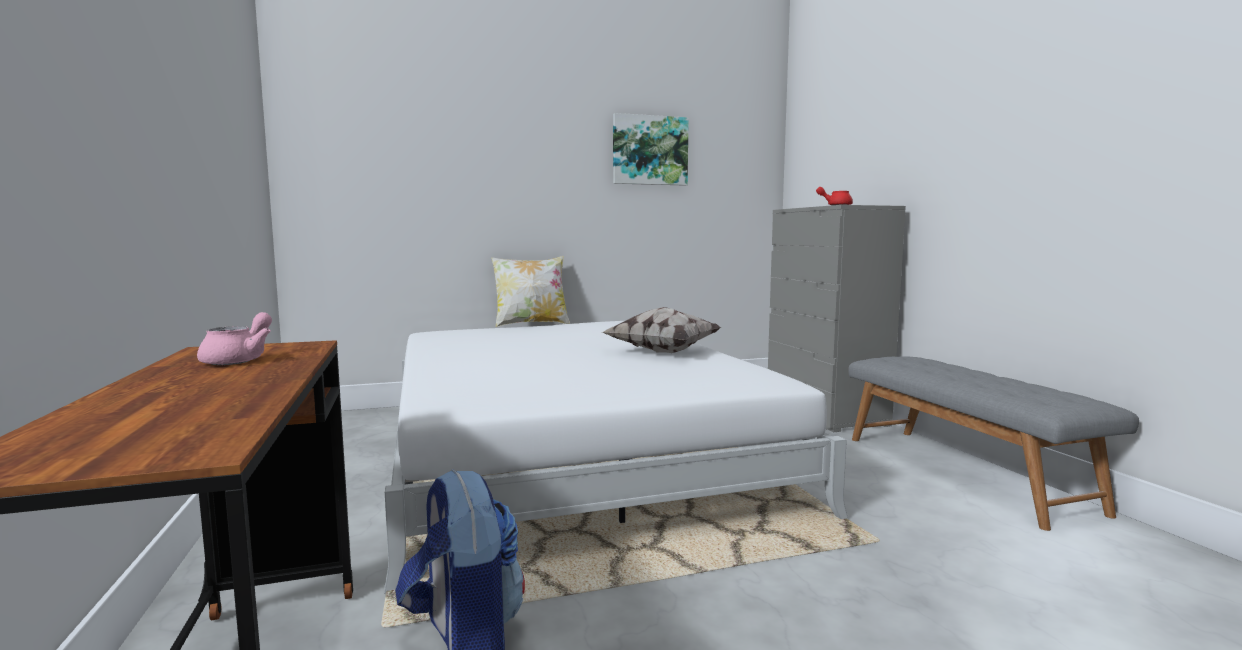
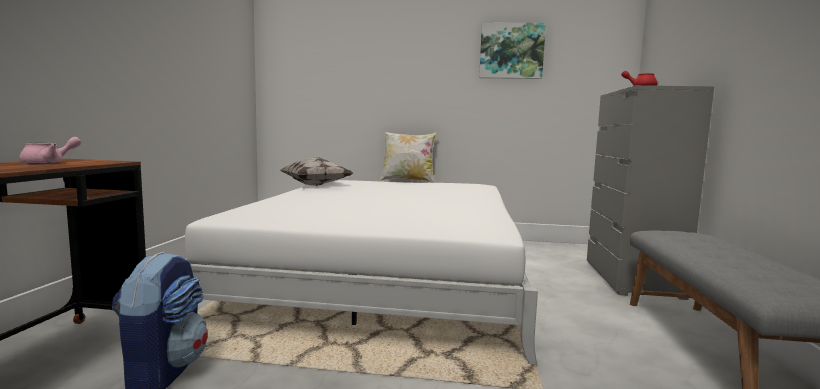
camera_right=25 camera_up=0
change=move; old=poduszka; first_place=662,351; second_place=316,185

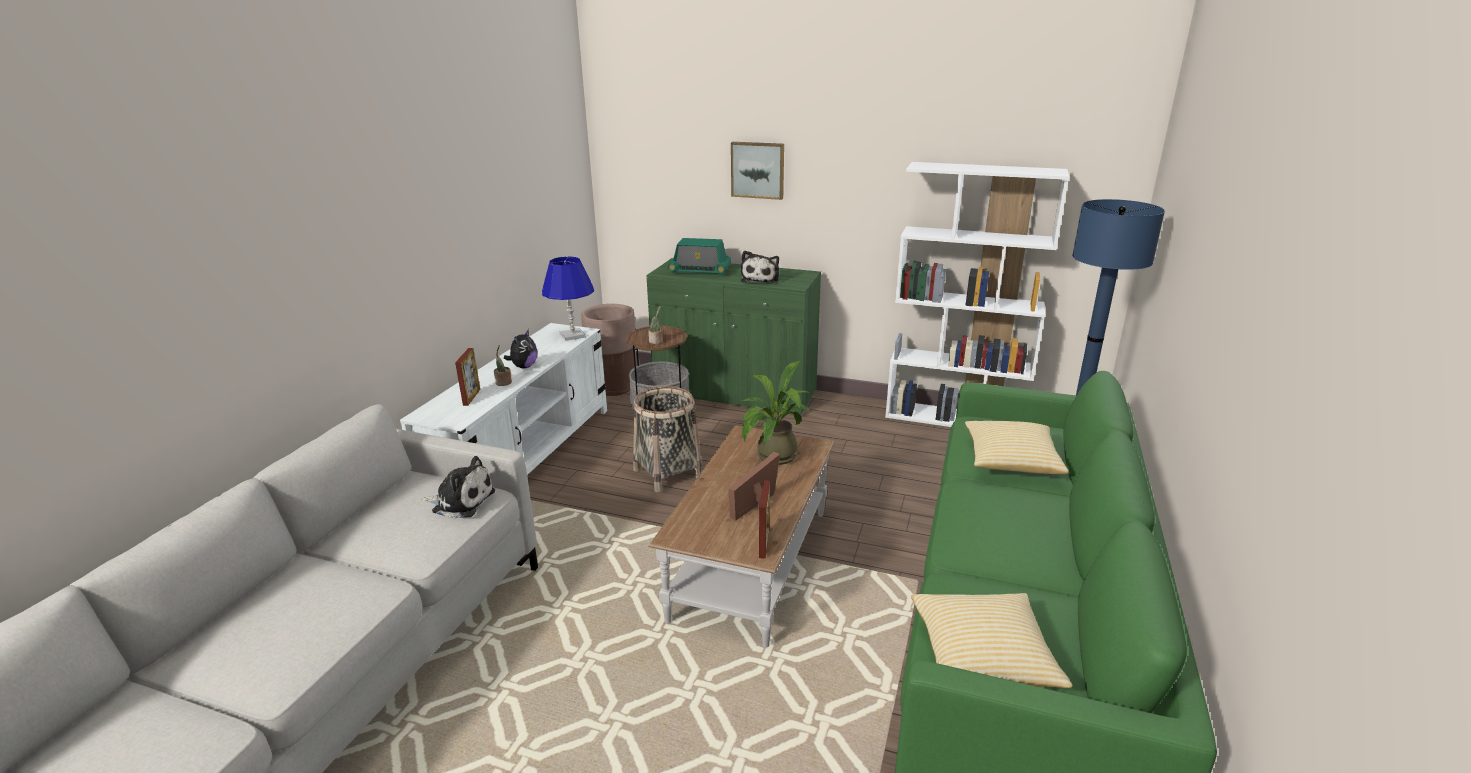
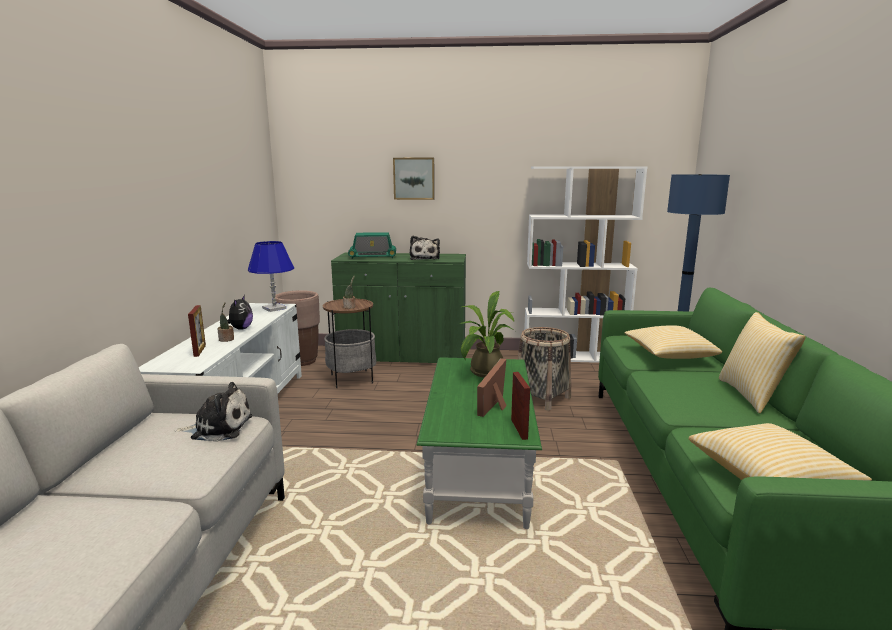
camera_right=-15 camera_up=-10
change=move; old=koszyk; first_place=668,473; second_place=542,398
change=recolor; old=ława/brązowy; new=ława/zielony; first_place=751,564; second_place=478,467
change=insert; new=poduszka; second_place=752,395

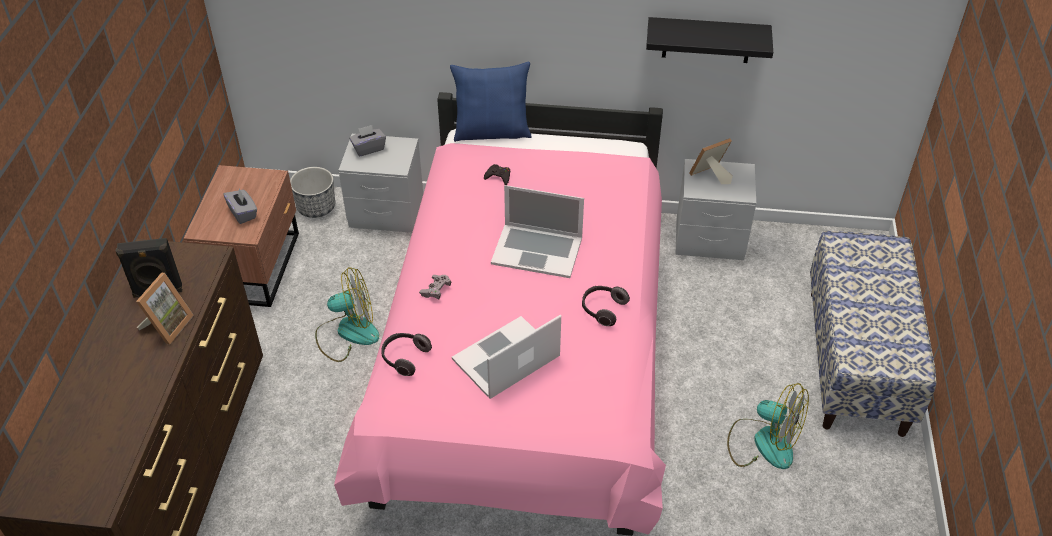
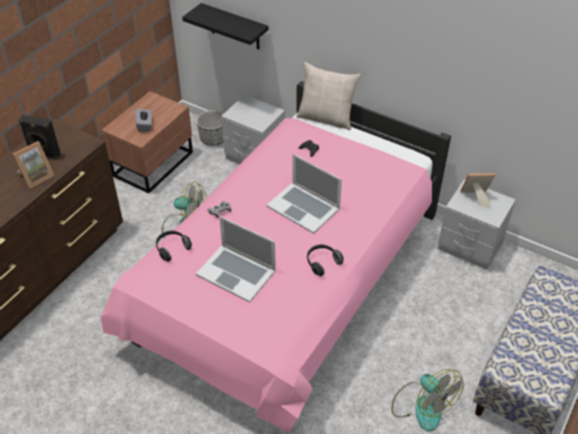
camera_right=25 camera_up=0
change=delete; old=pudełko chusteczek/szary; first_place=368,148
change=recolor; old=poduszka/niebieski; new=poduszka/beżowy; first_place=492,131; second_place=326,118
change=rotate; old=laptop; first_place=506,358; second_place=236,272; degrees=-135
change=move; old=półka/czarny; first_place=707,40; second_place=234,27

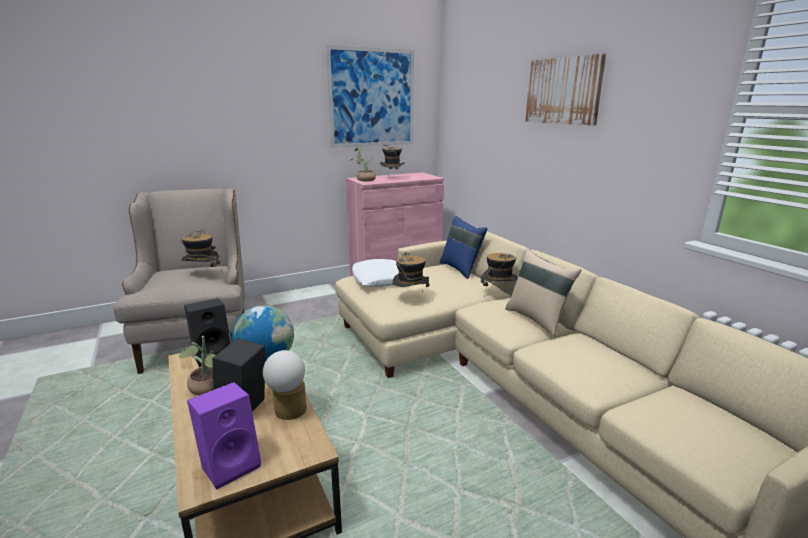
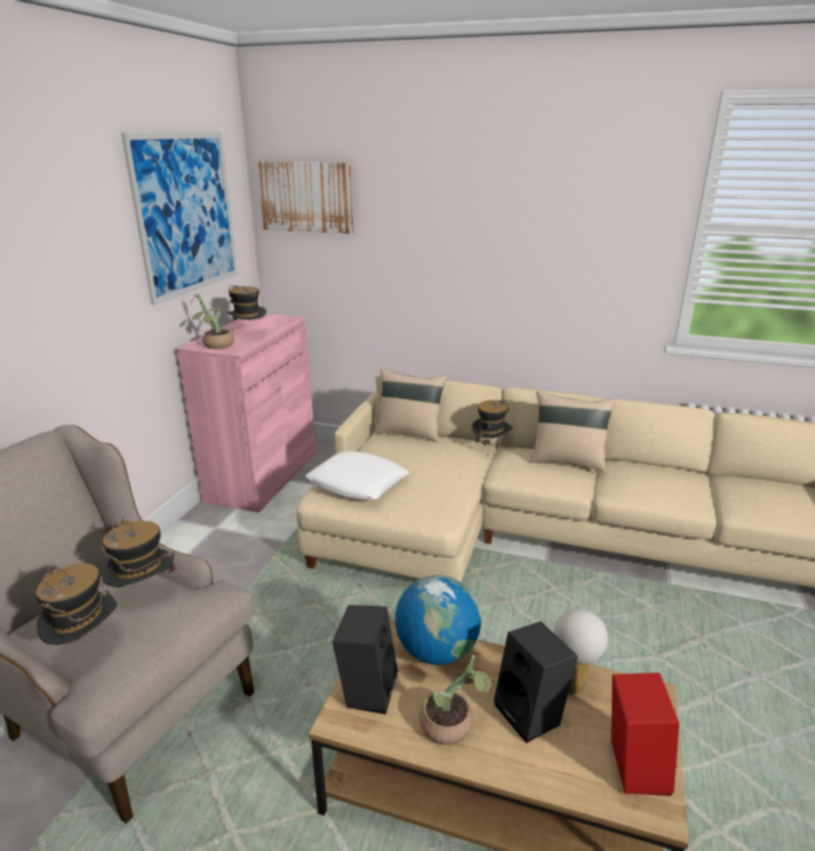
camera_right=-45 camera_up=5
change=recolor; old=głośnik/fioletowy; new=głośnik/czerwony; first_place=231,464; second_place=632,766
change=move; old=kapelusz; first_place=410,298; second_place=86,645
change=recolor; old=poduszka/niebieski; new=poduszka/beżowy; first_place=461,269; second_place=409,433
change=move; old=obraz; first_place=563,91; second_place=306,197

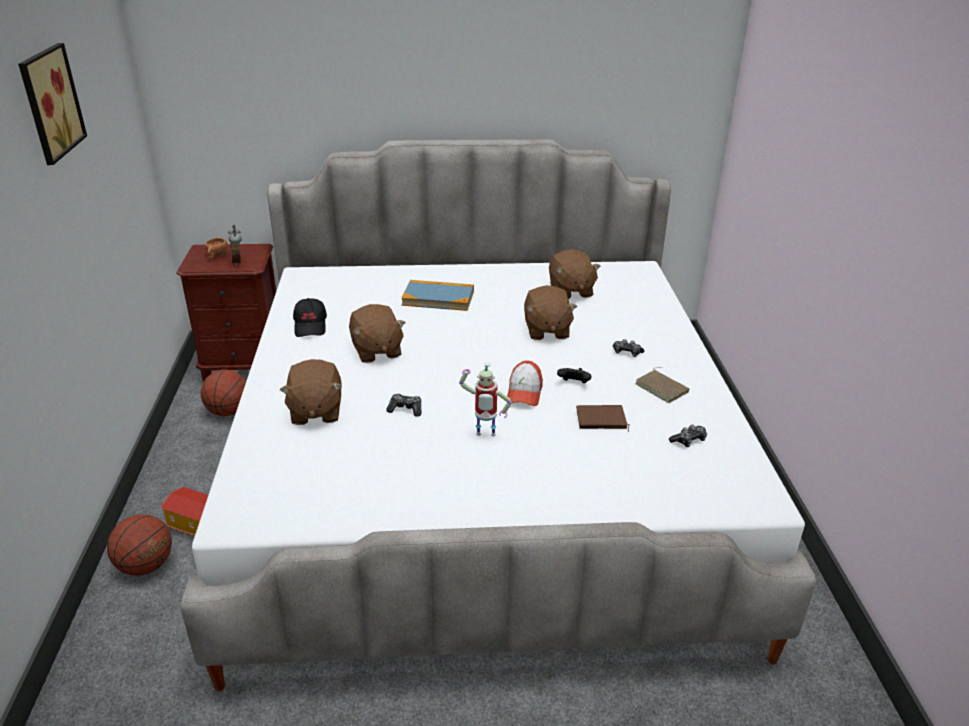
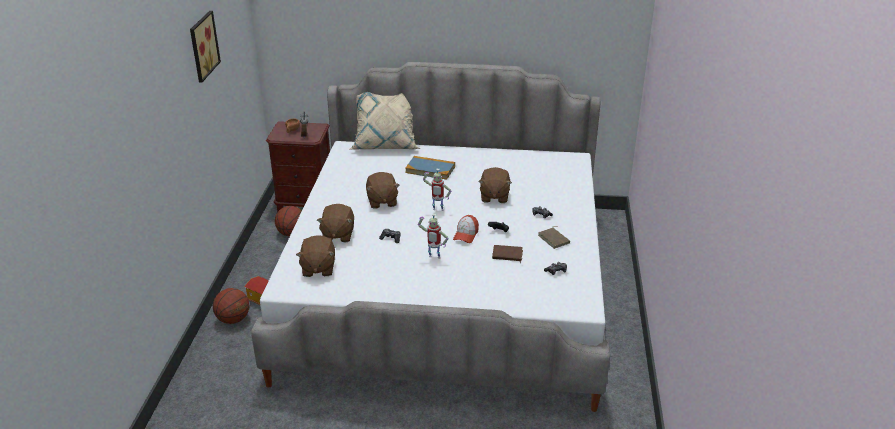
camera_right=10 camera_up=0
change=delete; old=czapka z daszkiem/czarny; first_place=311,326
change=move; old=pluszak/brązowy; first_place=570,291; second_place=318,268
change=insert; new=poduszka/beżowy; second_place=386,144
change=insert; new=robot zabawkowy; second_place=437,210

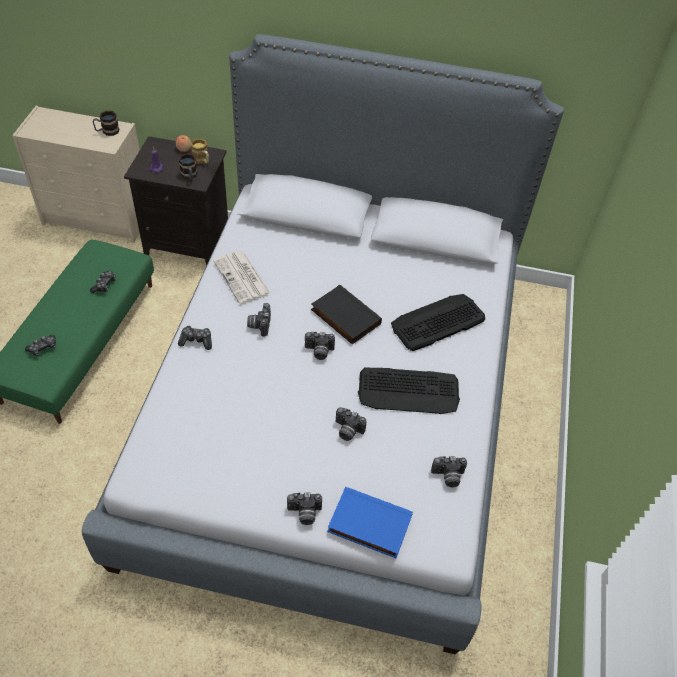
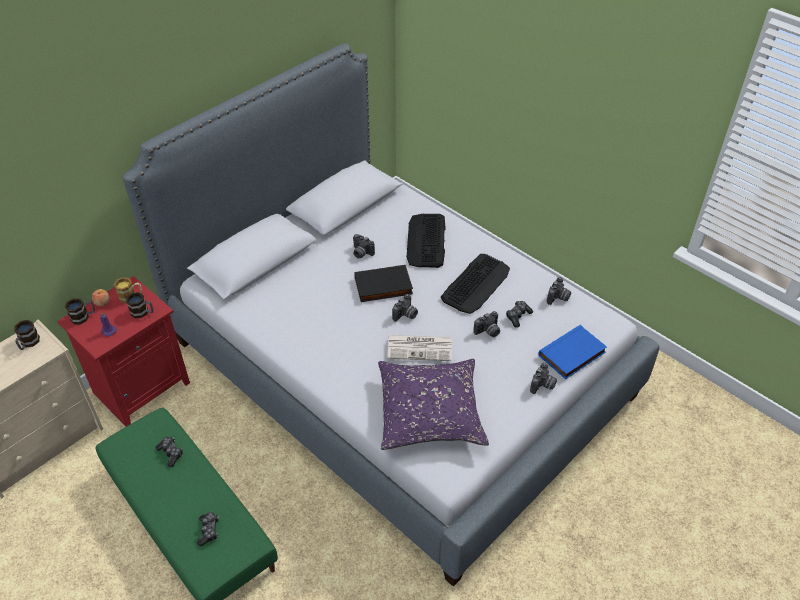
camera_right=-55 camera_up=-5
change=recolor; old=szafka nocna/czarny; new=szafka nocna/czerwony; first_place=189,242; second_place=142,386
change=move; old=pad do gier; first_place=196,341; second_place=518,316
change=move; old=gazeta; first_place=242,278; second_place=420,348
change=move; old=aparat fotograficzny; first_place=259,325; second_place=361,253
change=insert; new=kubek; second_place=83,317
change=insert; new=poduszka/fioletowy; second_place=430,412

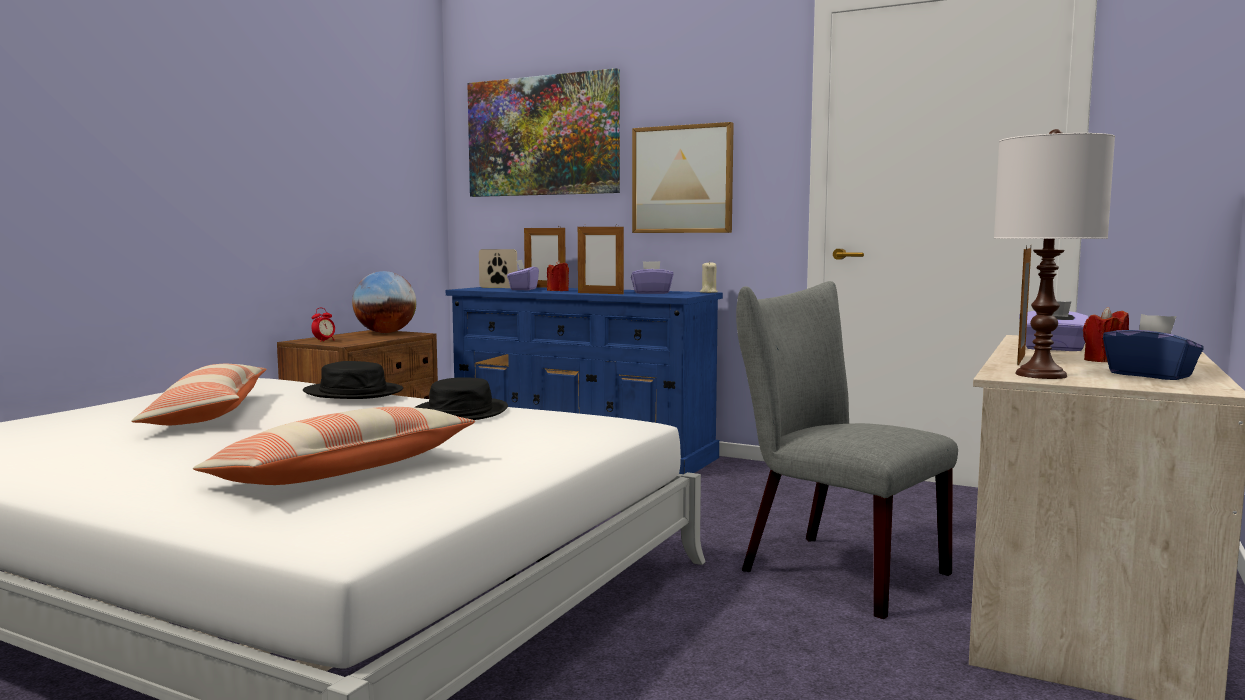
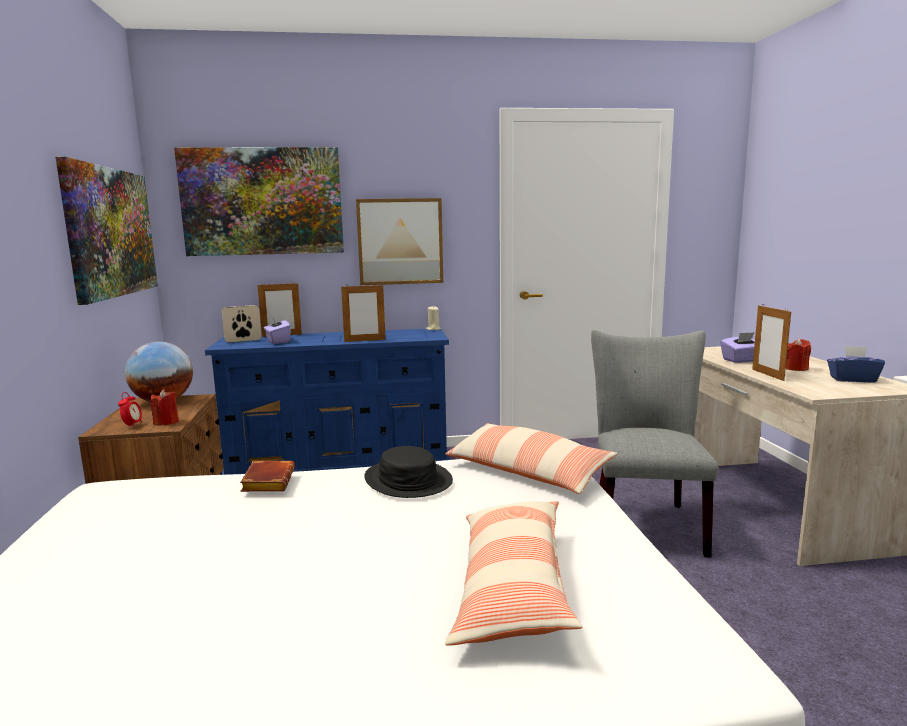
camera_right=-35 camera_up=5
change=move; old=poduszka; first_place=208,414; second_place=527,472
change=replace; old=kapelusz/czarny; new=książka/brązowy; first_place=353,392; second_place=267,481
change=move; old=świeca/czerwony; first_place=558,291; second_place=166,422
change=delete; old=pudełko chusteczek/fioletowy; first_place=651,293
change=rotate; old=krzesło/szary; first_place=831,569; second_place=644,522; degrees=90
change=delete; old=lampa stołowa/biały; first_place=1040,375
change=insert; new=obraz; second_place=111,232

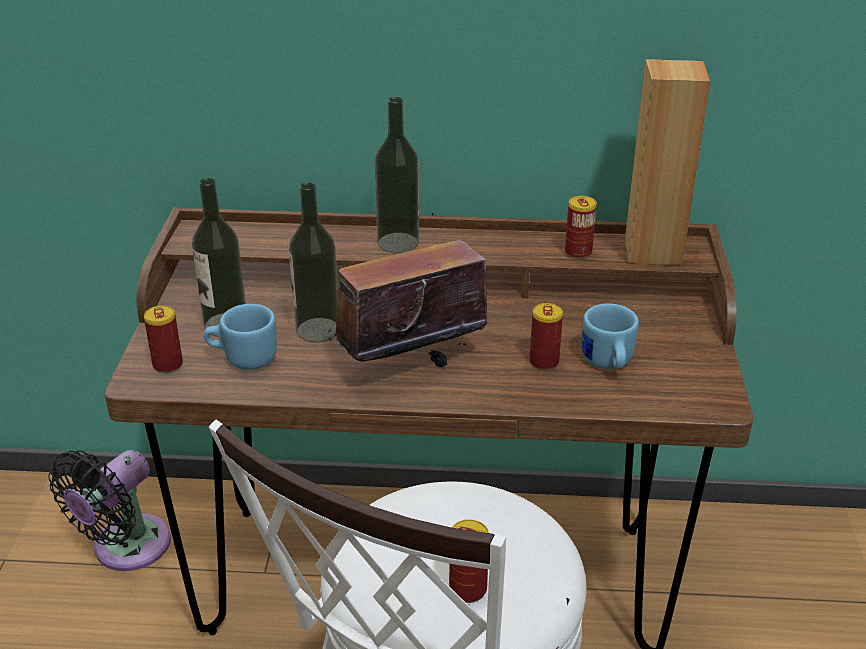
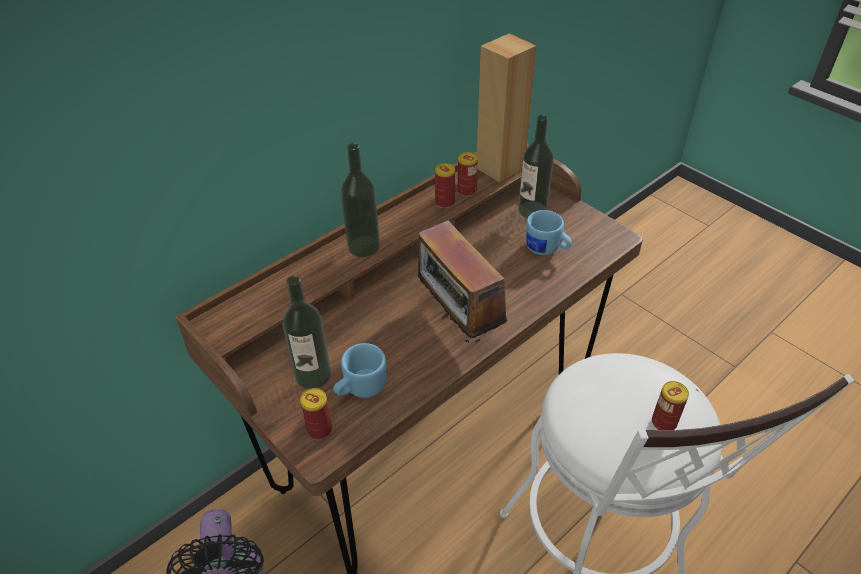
camera_right=-45 camera_up=10
change=move; old=butelka; first_place=318,330; second_place=532,210
change=rotate; old=radio; first_place=409,365; second_place=458,321; degrees=-45
change=move; old=puszka; first_place=544,362; second_place=445,202

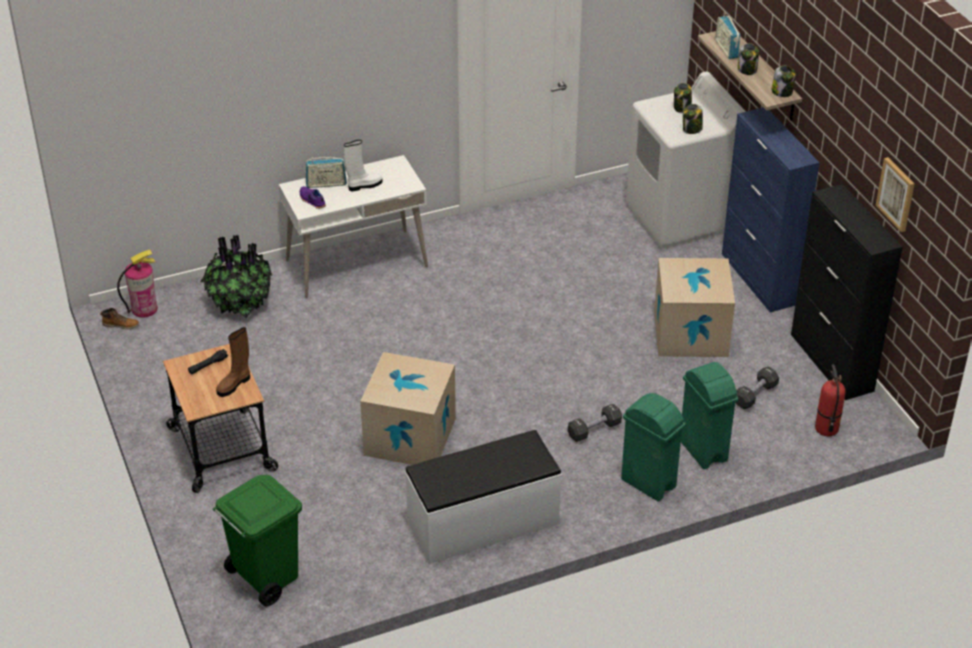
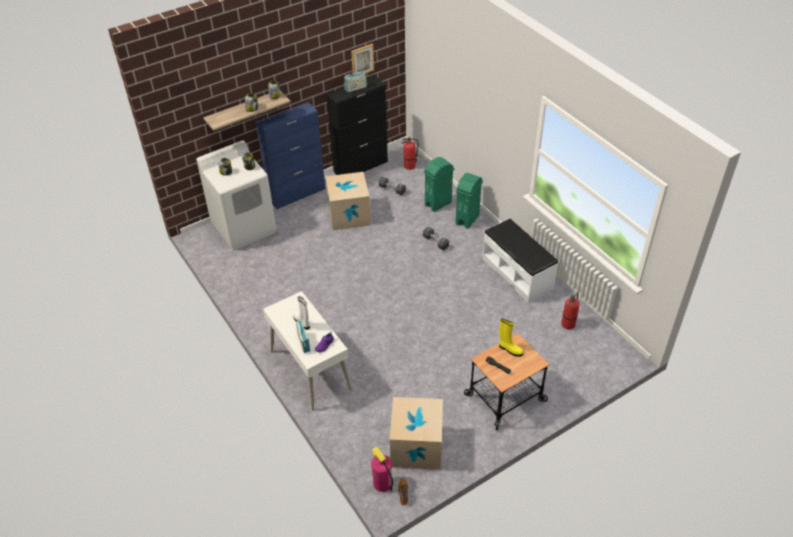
camera_right=-100 camera_up=5
change=delete; old=roślina doniczkowa; first_place=239,303
change=delete; old=kosz na śmieci/zielony; first_place=265,578
change=recolor; old=but z cholewką/brązowy; new=but z cholewką/żółty; first_place=234,384; second_place=510,349
change=move; old=karton; first_place=410,437; second_place=416,446
change=move; old=radio; first_place=726,49; second_place=356,88
change=insert; new=gaśnica; second_place=568,324

